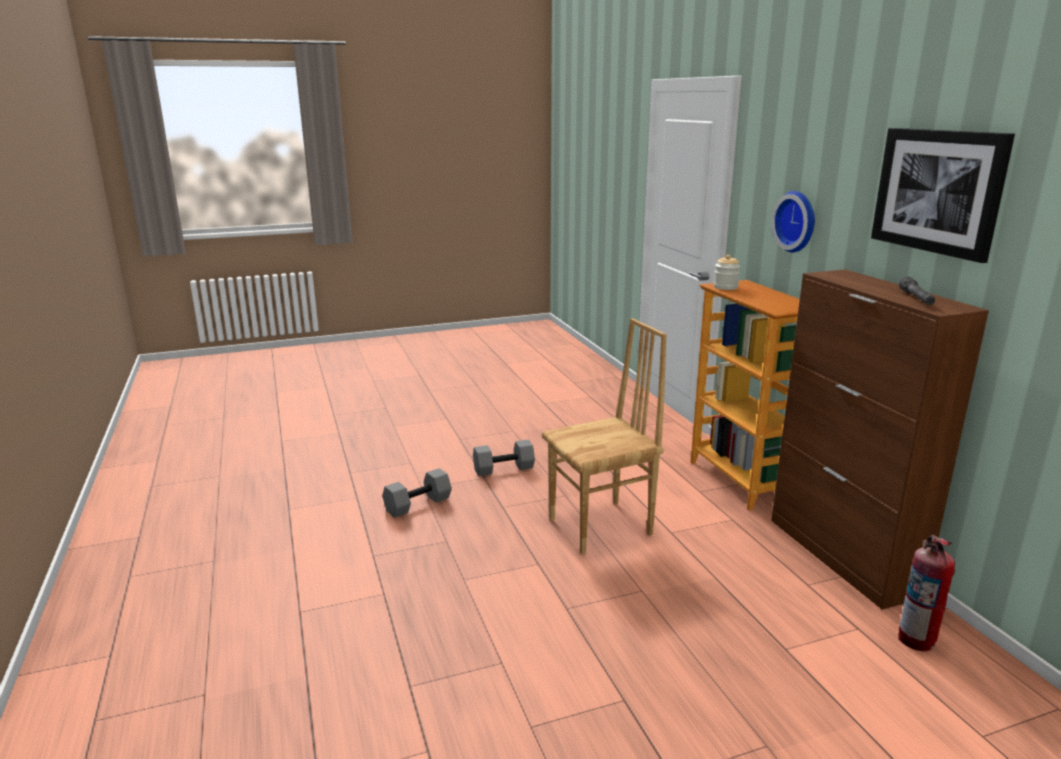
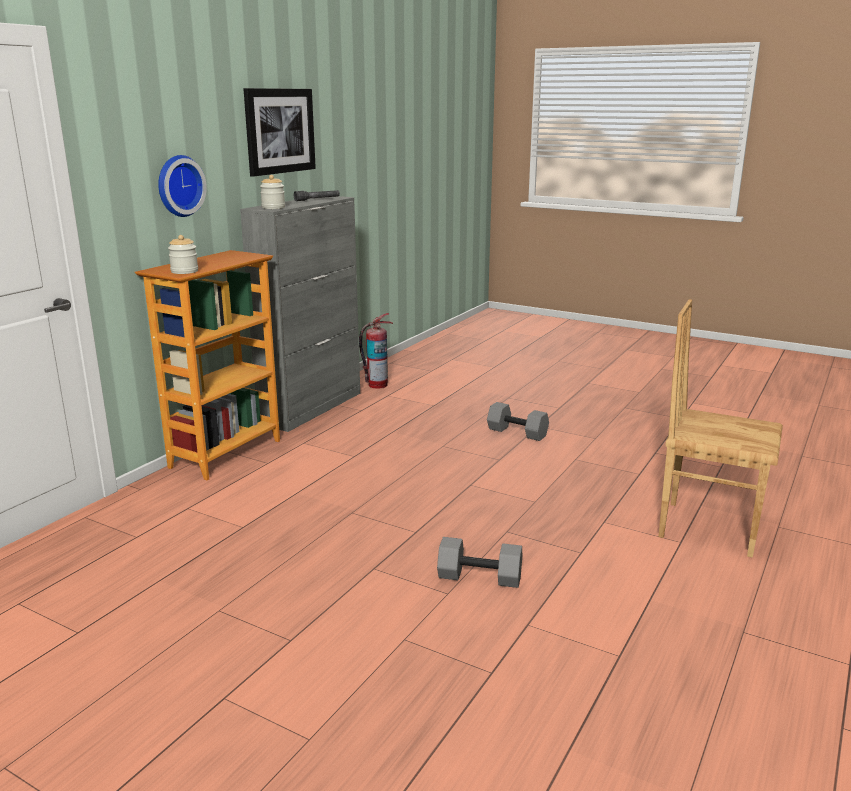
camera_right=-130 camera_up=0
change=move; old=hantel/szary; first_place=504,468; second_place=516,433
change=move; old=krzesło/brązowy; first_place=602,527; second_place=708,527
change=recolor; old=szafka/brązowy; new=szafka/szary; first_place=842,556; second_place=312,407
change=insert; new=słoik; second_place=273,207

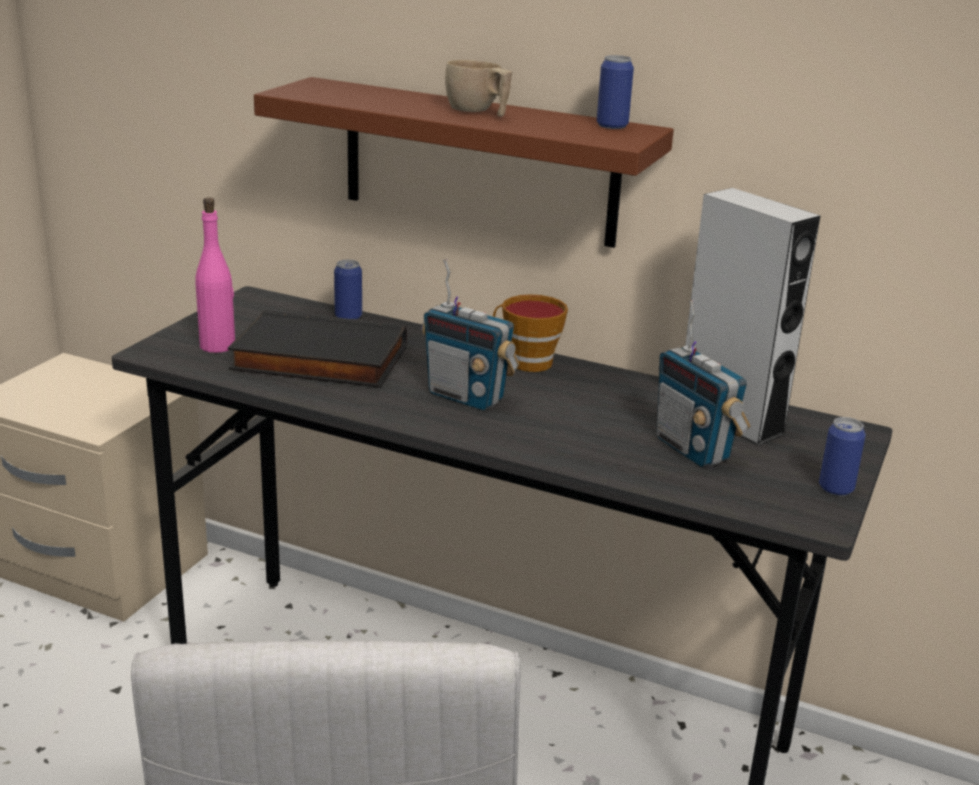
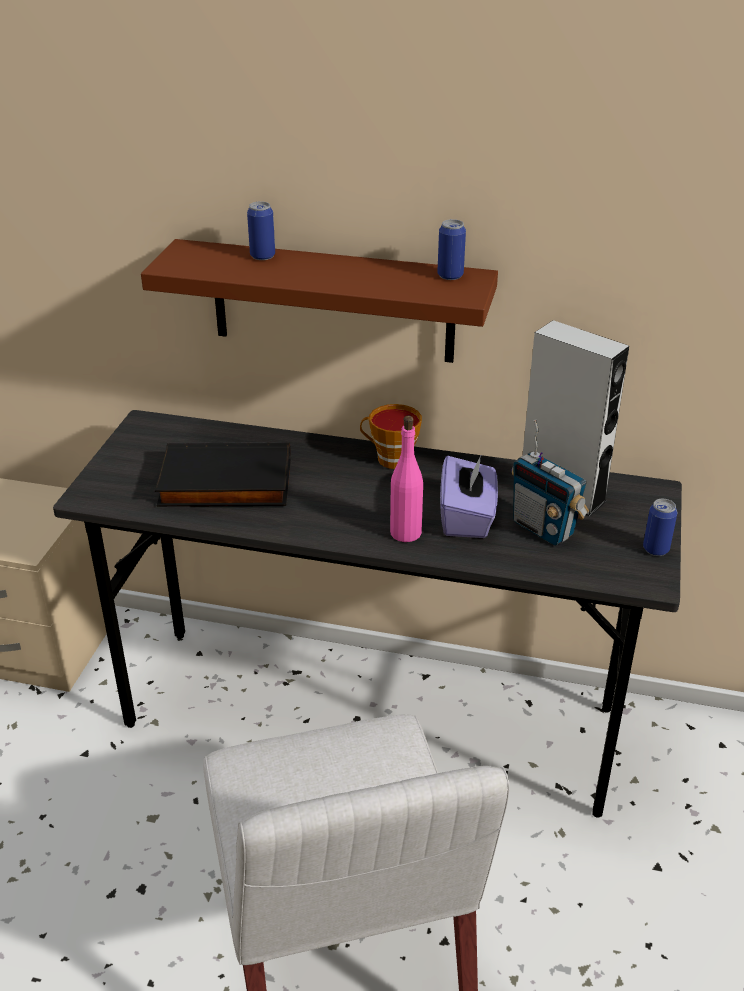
camera_right=-10 camera_up=10
change=move; old=butelka/różowy; first_place=218,346; second_place=406,532
change=move; old=puszka; first_place=348,317; second_place=262,256
change=delete; old=radio; first_place=466,397
change=delete; old=filiżanka/beżowy; first_place=478,112
change=insert; new=pudełko chusteczek/fioletowy; second_place=467,517

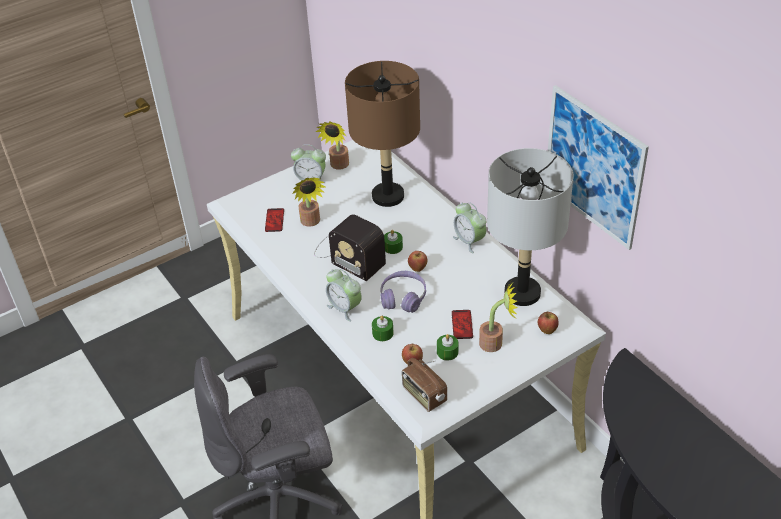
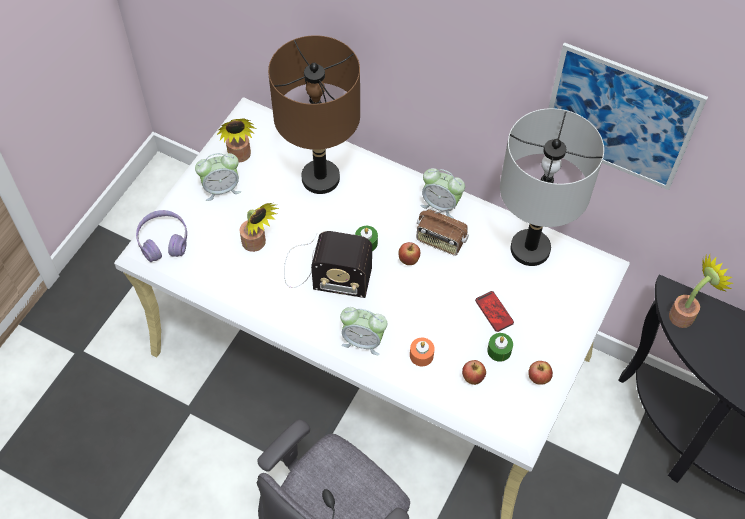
camera_right=-30 camera_up=15
change=delete; old=telefon; first_place=274,220
change=recolor; old=świeca/zielony; new=świeca/pomarańczowy; first_place=382,333; second_place=421,355
change=move; old=słuchawki/fioletowy; first_place=403,297; second_place=163,241
change=move; old=radio; first_place=424,395; second_place=440,241
change=move; old=roślina doniczkowa; first_place=495,343; second_place=685,314
change=move; old=jabłko; first_place=547,330; second_place=538,379

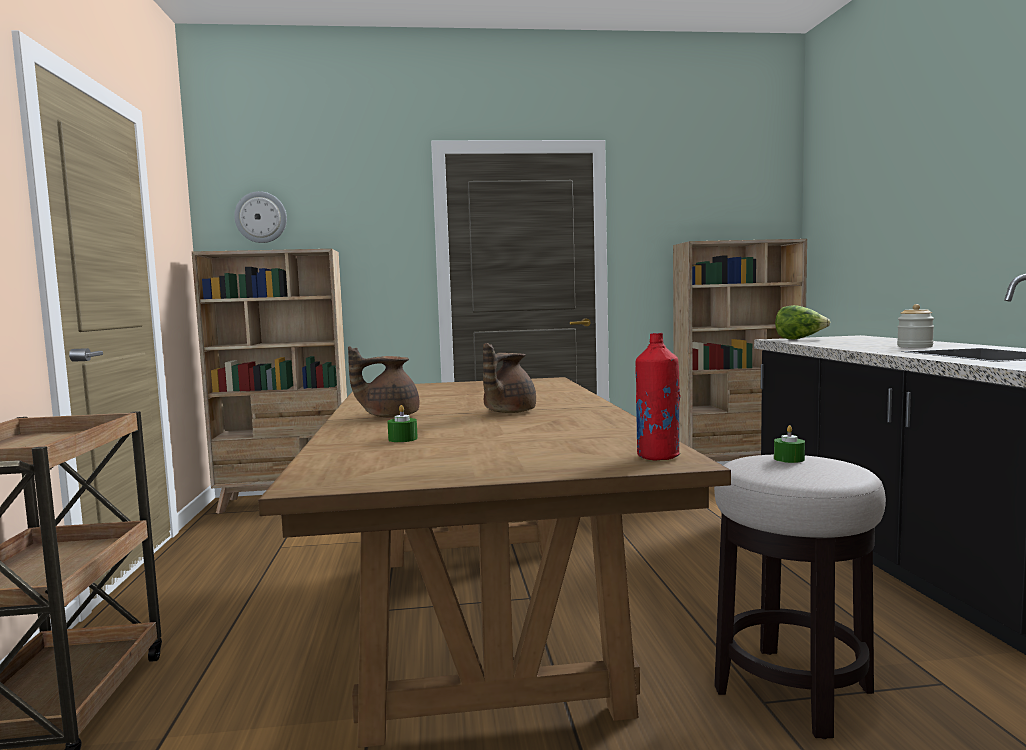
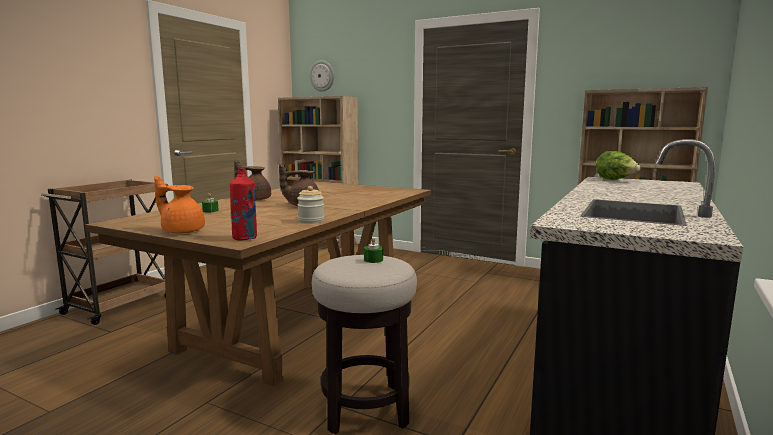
camera_right=35 camera_up=5
change=move; old=słoik; first_place=914,346; second_place=311,221
change=insert; new=imbryk/pomarańczowy; second_place=182,231

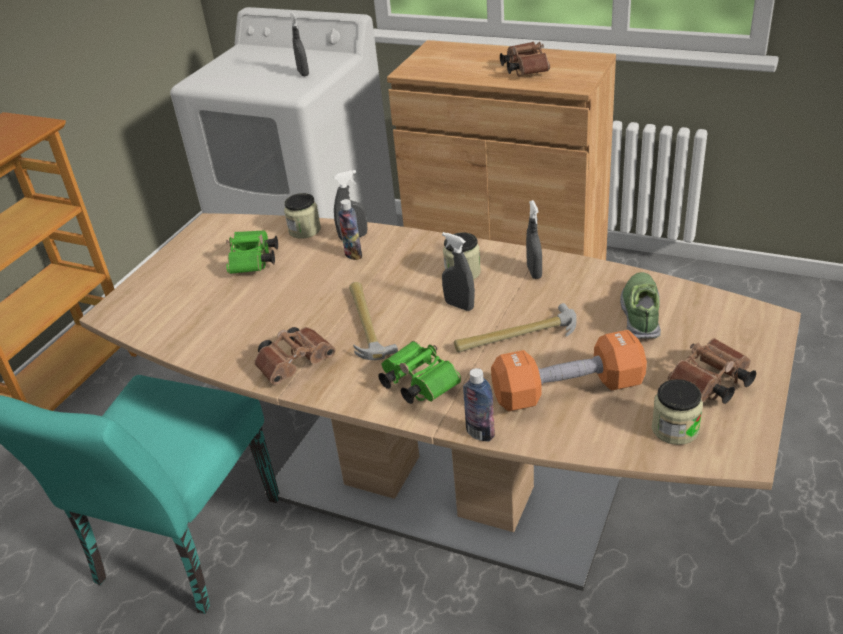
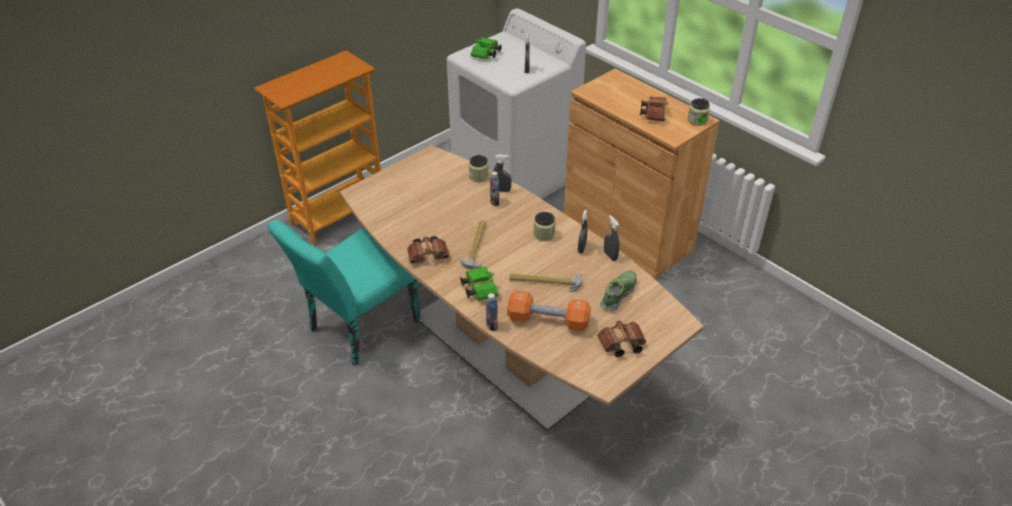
camera_right=20 camera_up=5
change=move; old=lornetka/zielony; first_place=253,262; second_place=485,55
change=move; old=spryskiwacz/szary; first_place=459,305; second_place=610,256
change=move; old=słoik; first_place=675,429; second_place=697,120

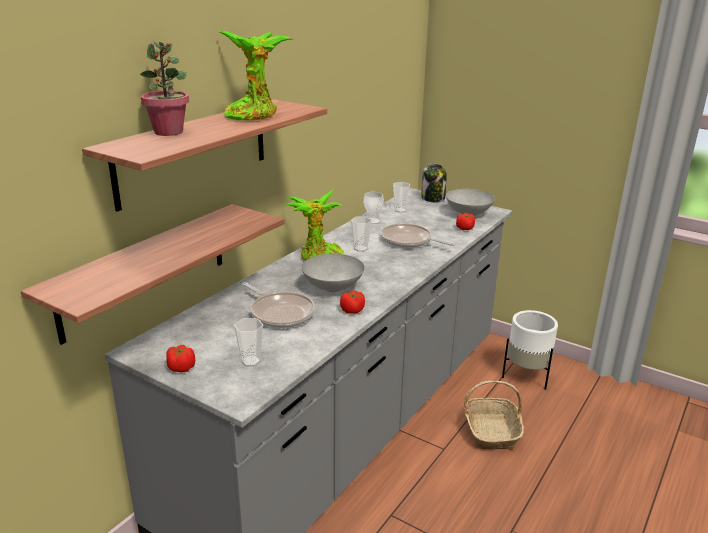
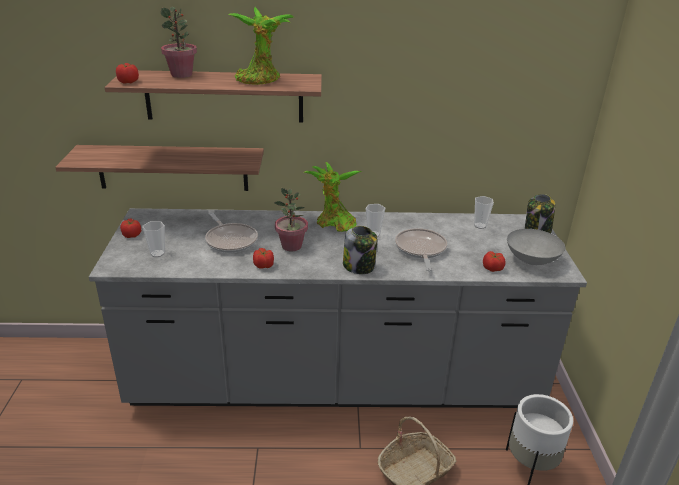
camera_right=55 camera_up=5
change=rotate; old=patelnia; first_place=280,313; second_place=230,240; degrees=-45
change=replace; old=miska/szary; new=roślina doniczkowa; first_place=334,287; second_place=291,246
change=delete; old=filiżanka; first_place=372,221
change=insert; new=pomidor; second_place=128,82
change=insert; new=słoik; second_place=359,266

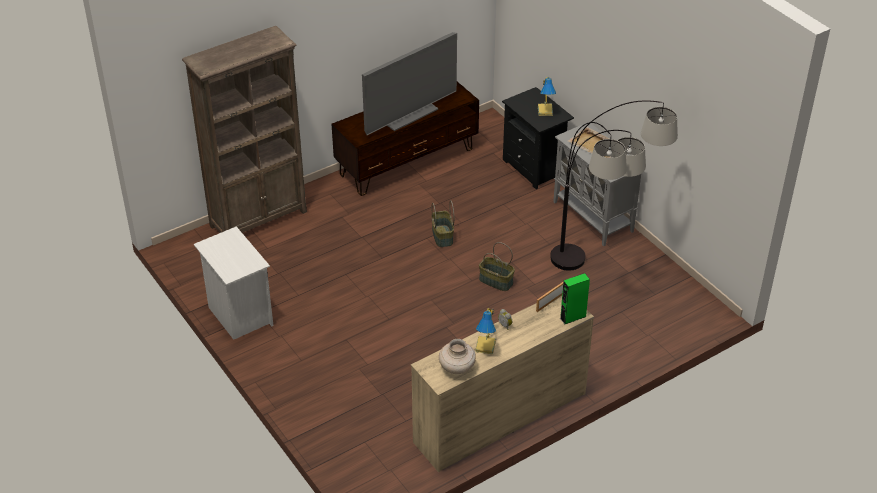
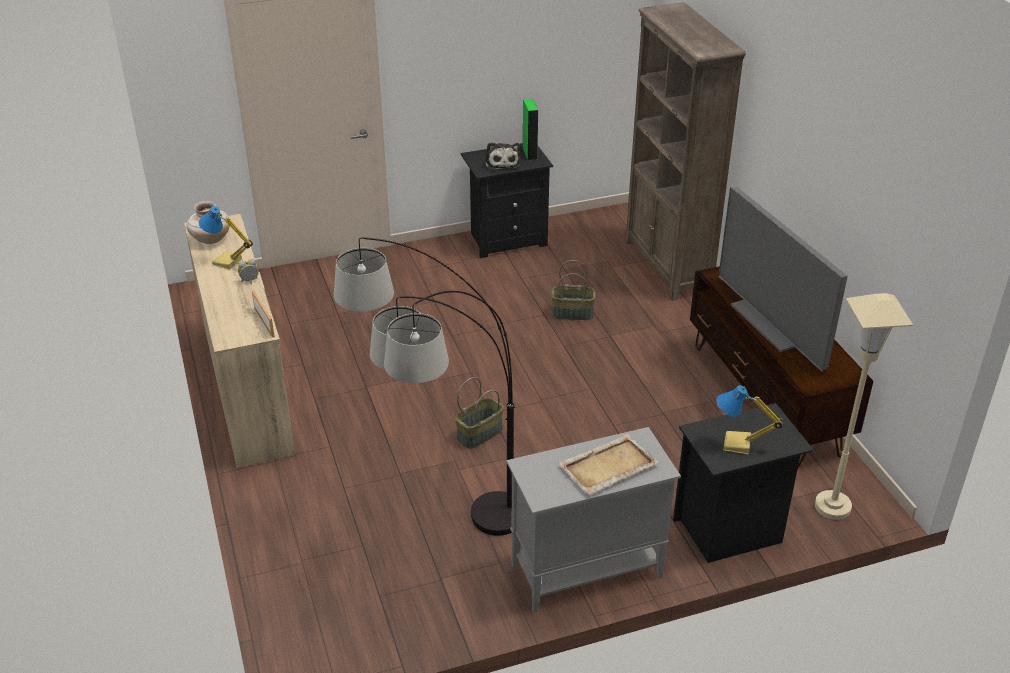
camera_right=105 camera_up=-5
change=recolor; old=szafka nocna/biały; new=szafka nocna/czarny; first_place=238,315; second_place=506,239
change=move; old=koszyk; first_place=442,236; second_place=573,313
change=move; old=głośnik/zielony; first_place=573,317; second_place=529,153
change=insert; new=pluszak; second_place=502,162
change=insert; new=lampa stojąca/beżowy; second_place=832,506

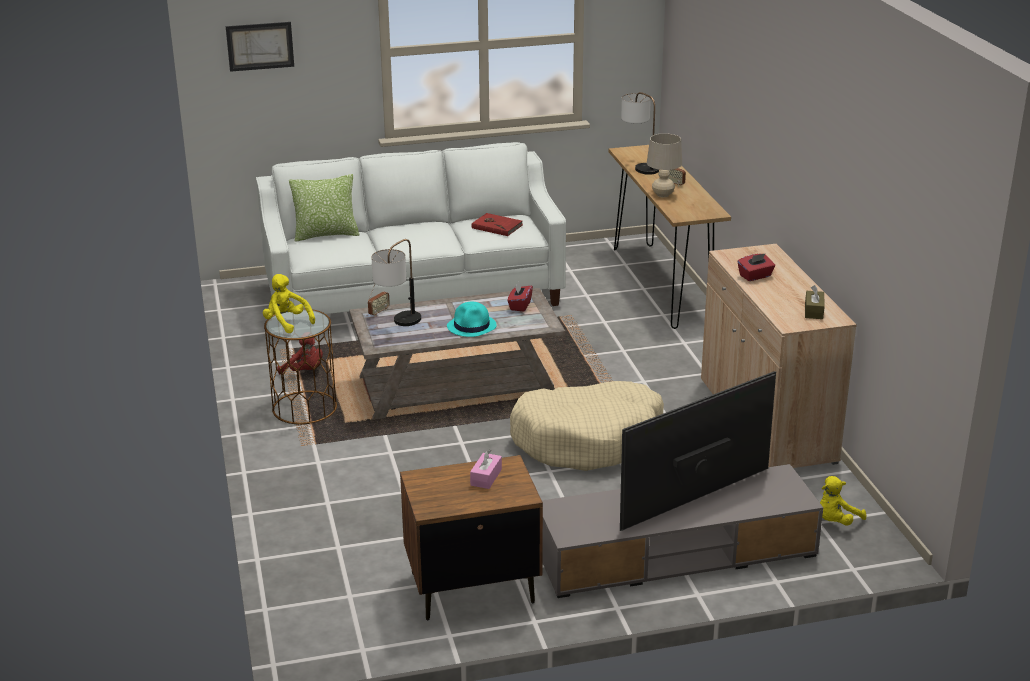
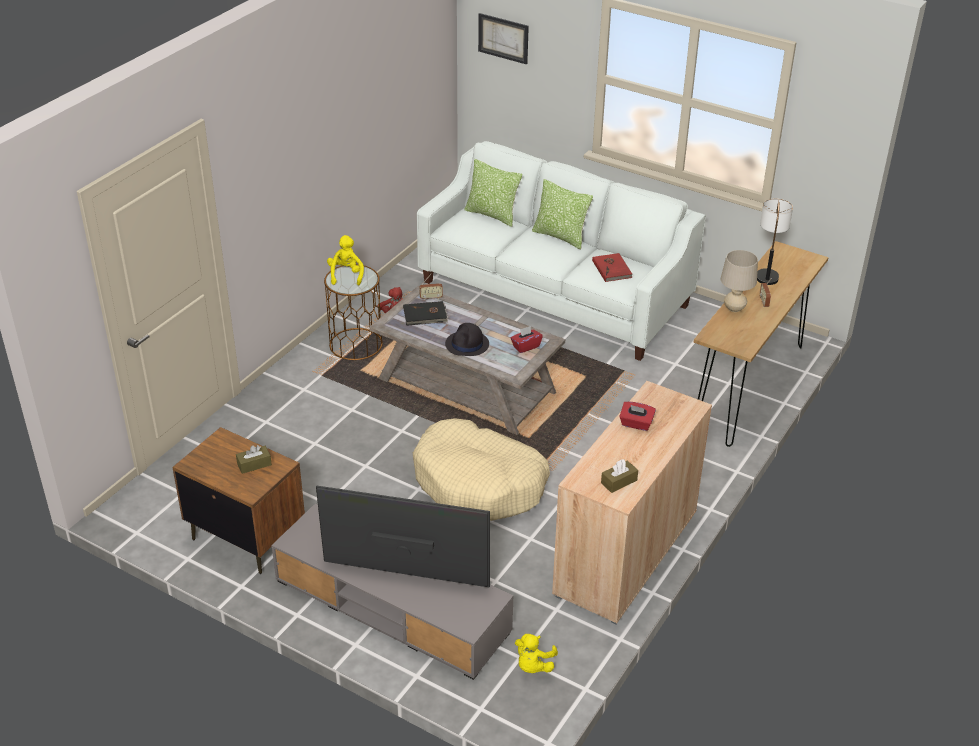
camera_right=45 camera_up=10
change=replace; old=lampa stołowa; new=książka/czarny; first_place=398,325; second_place=425,315
change=recolor; old=kapelusz/turkusowy; new=kapelusz/czarny; first_place=472,326; second_place=467,344
change=recolor; old=pudełko chusteczek/różowy; new=pudełko chusteczek/brązowy; first_place=486,477; second_place=254,464
change=rotate; old=pluszak/żółty; first_place=836,521; second_place=533,665; degrees=-75
change=insert; new=poduszka; second_place=560,236

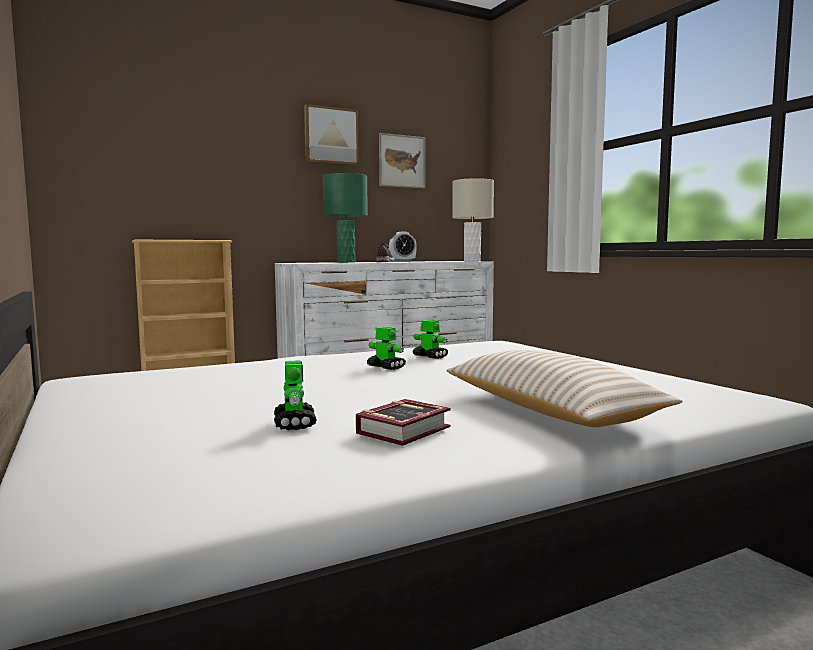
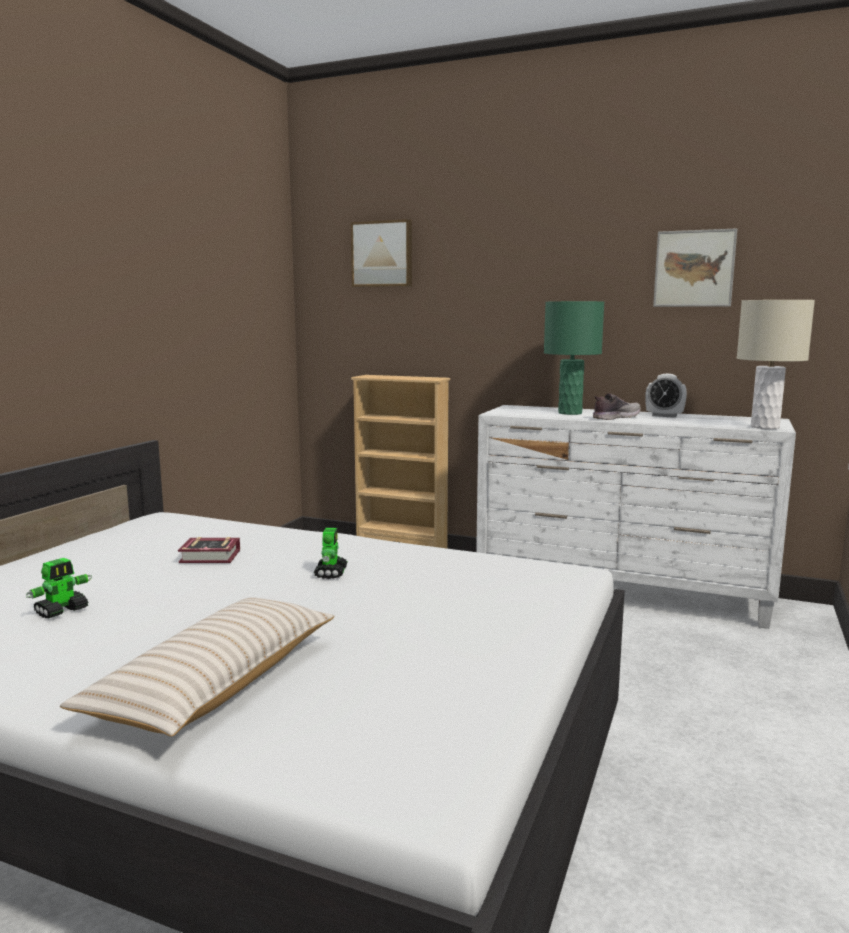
camera_right=50 camera_up=5
change=move; old=obraz; first_place=330,136; second_place=382,254
change=move; old=książka; first_place=408,430; second_place=212,557
change=delete; old=robot zabawkowy; first_place=430,356

